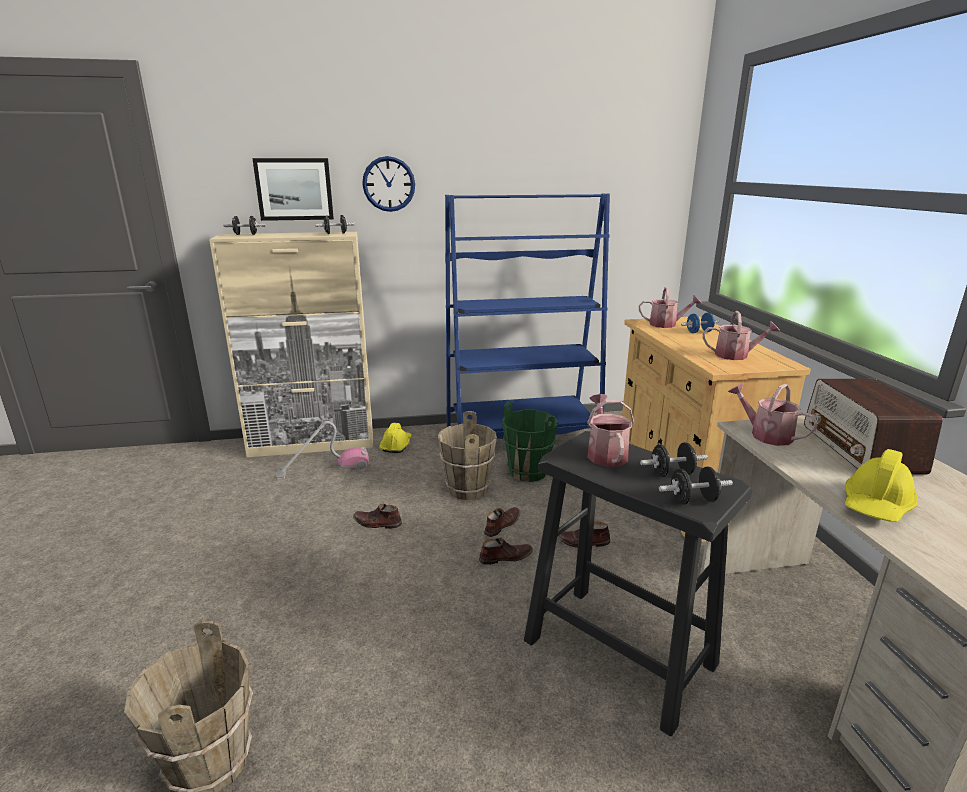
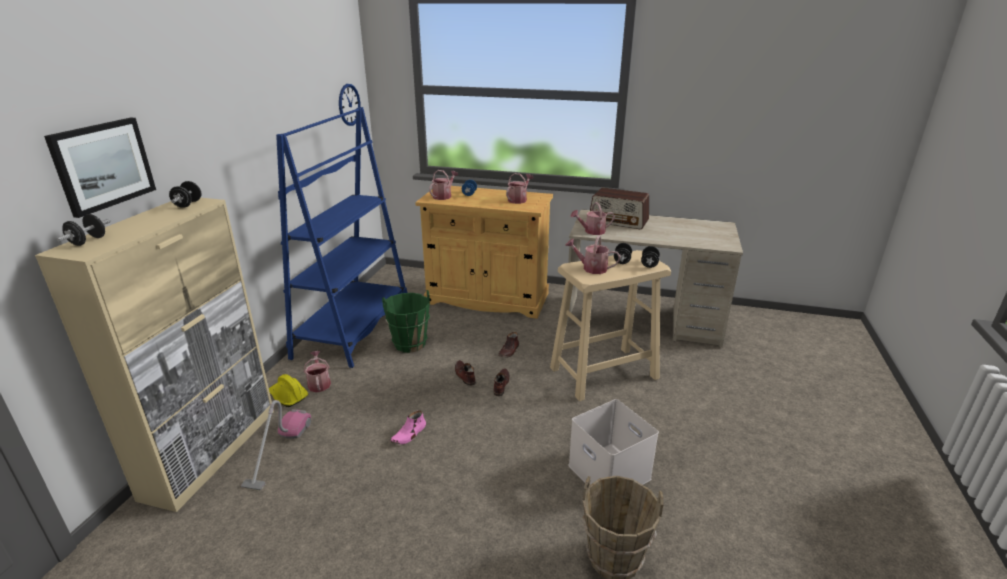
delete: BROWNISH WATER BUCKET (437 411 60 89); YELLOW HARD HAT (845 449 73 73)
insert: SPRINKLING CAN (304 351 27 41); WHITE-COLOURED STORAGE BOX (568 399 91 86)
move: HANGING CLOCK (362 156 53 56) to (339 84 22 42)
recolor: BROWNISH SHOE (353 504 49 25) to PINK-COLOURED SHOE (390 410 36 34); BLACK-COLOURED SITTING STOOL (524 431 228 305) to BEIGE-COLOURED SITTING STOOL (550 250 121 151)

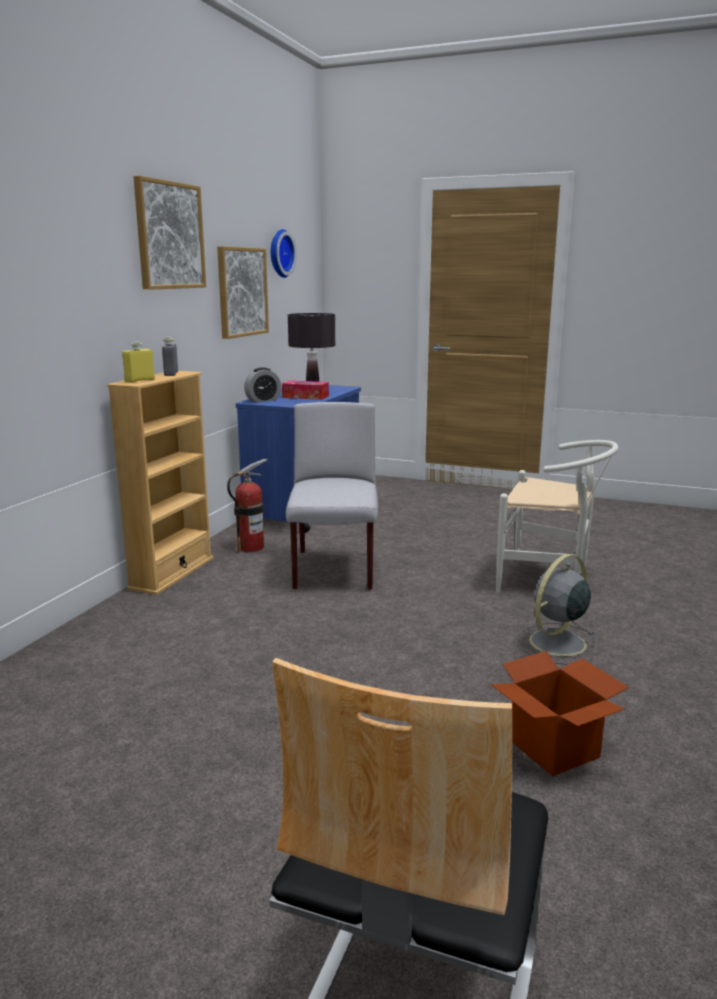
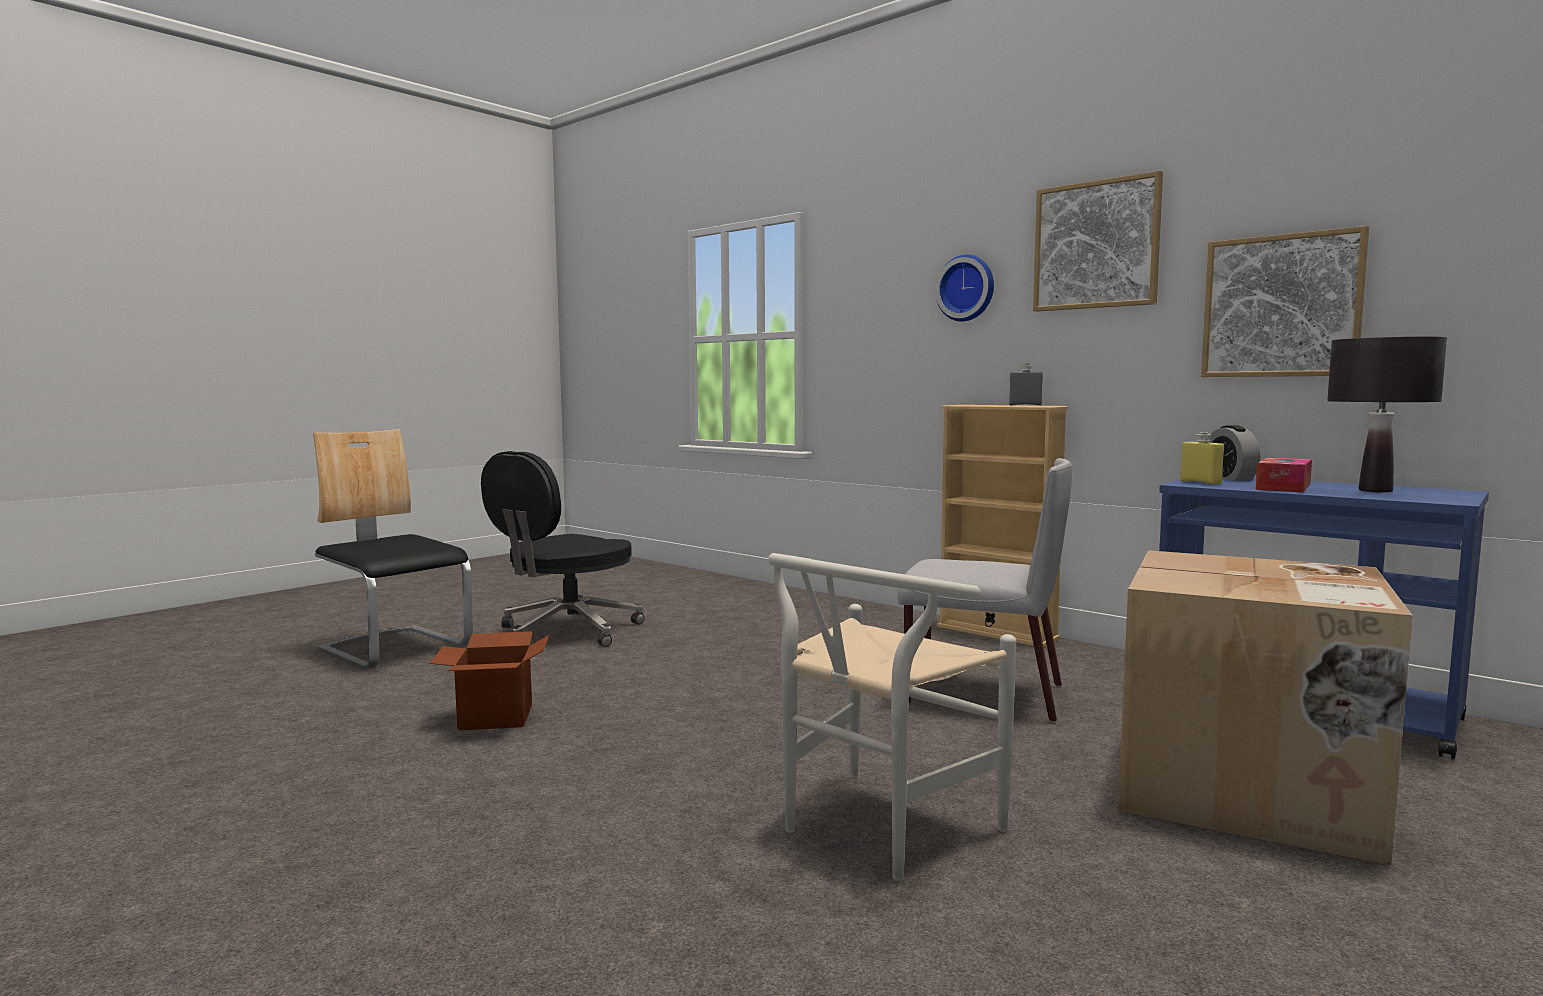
delete: FIRE-FIGHTING CYLINDER (227 459 41 94); GREYISH COOLING FAN (515 554 82 111)
insert: BLACK-COLOURED DESK CHAIR (481 451 163 196); CARDBOARD BOX (1118 550 295 316)
move: YELLOW BOTTLE (122 342 33 41) to (1180 432 44 53); HANGING CLOCK (271 229 26 49) to (935 255 59 67)

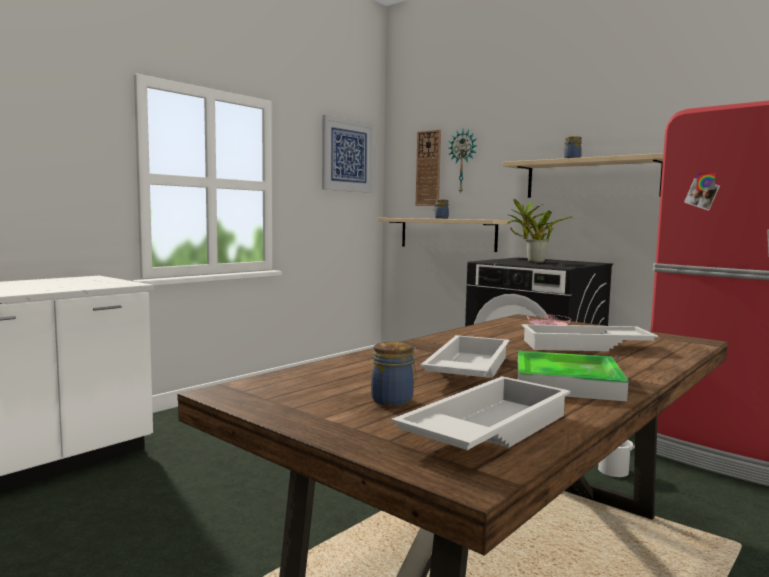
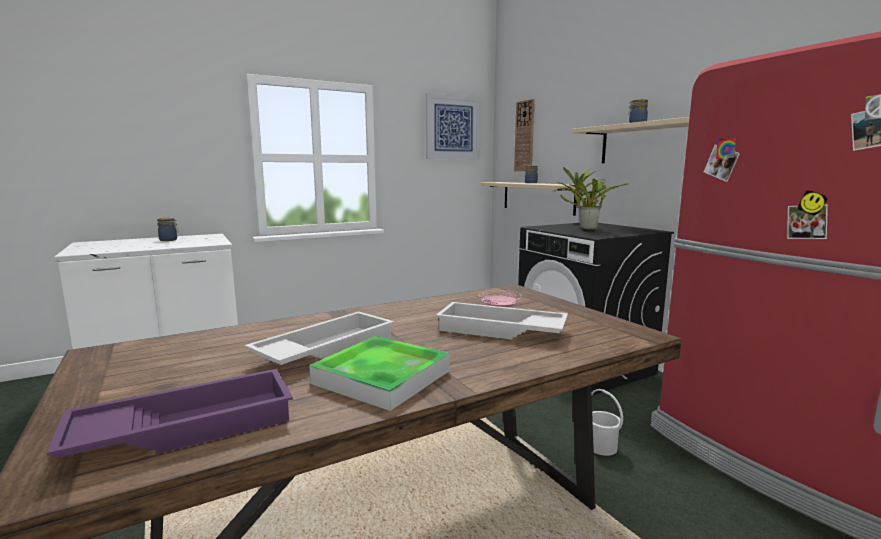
delete: HANGING CLOCK (448 129 29 65)
move: PRESERVE JAR (371 342 46 64) to (157 217 22 24)
recolor: WHITE-COLOURED SERVING TRAY (391 376 180 74) to PURPLE-COLOURED SERVING TRAY (47 369 246 89)

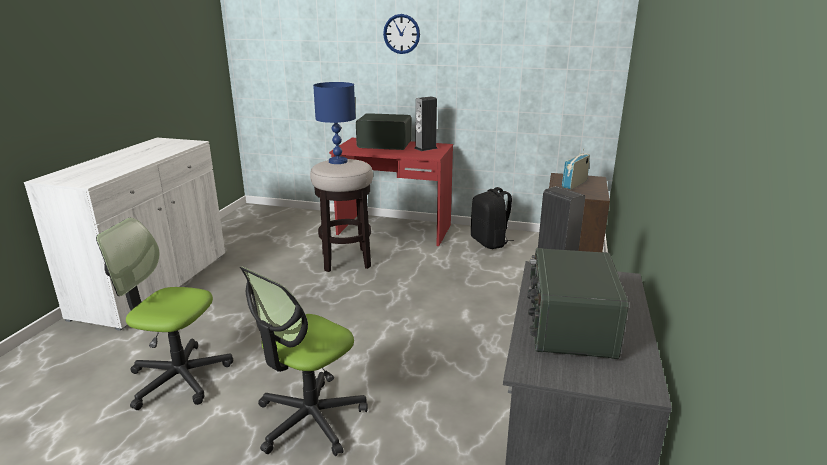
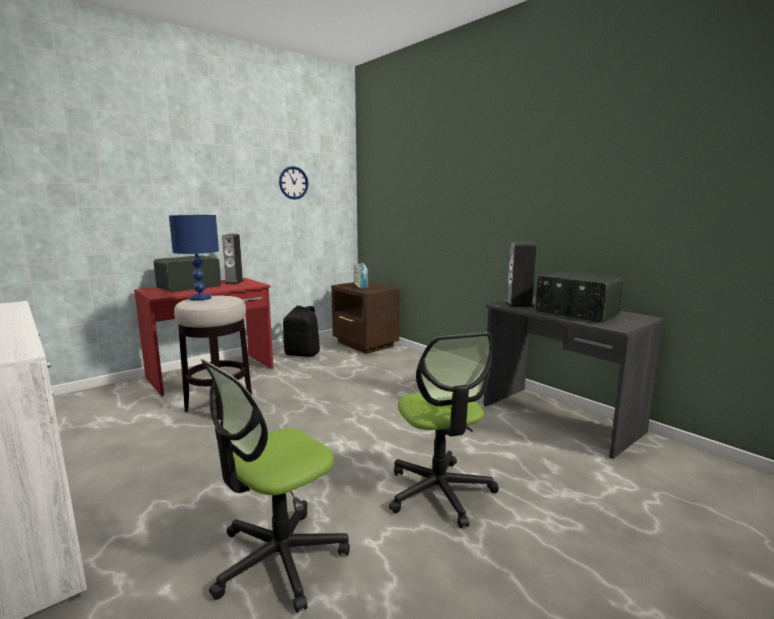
move: HANGING CLOCK (383 14 37 40) to (279 166 29 34)

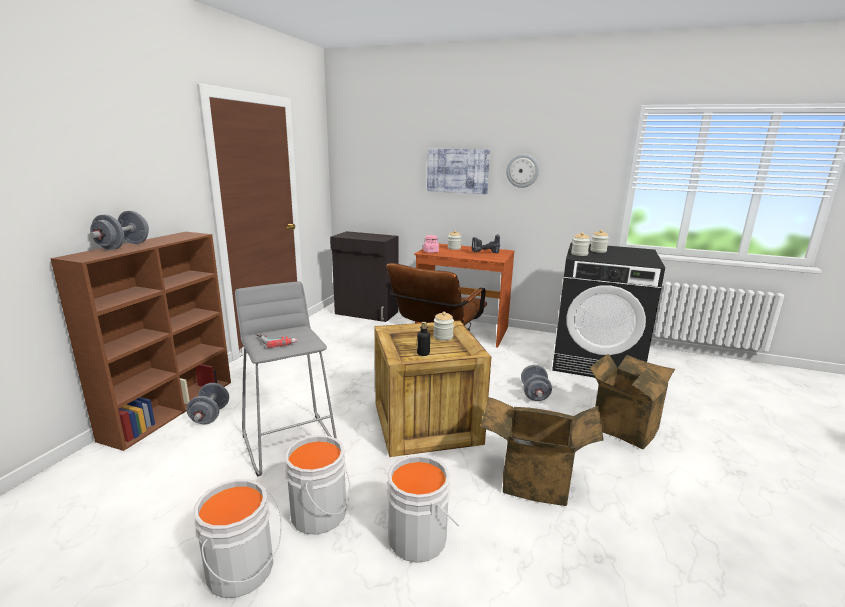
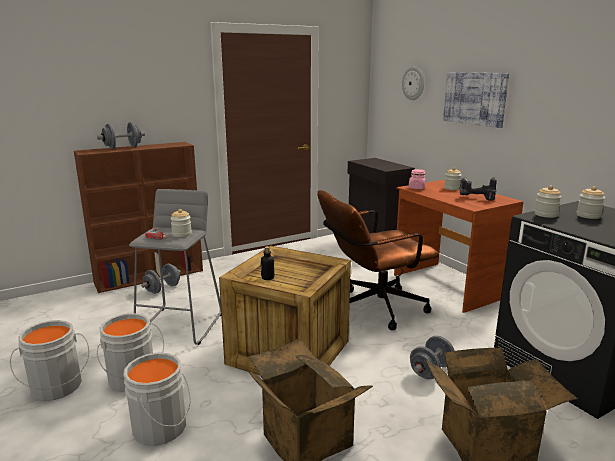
move: PRESERVE JAR (433 311 21 30) to (170 209 22 28); HANGING CLOCK (506 154 33 34) to (402 67 22 33)

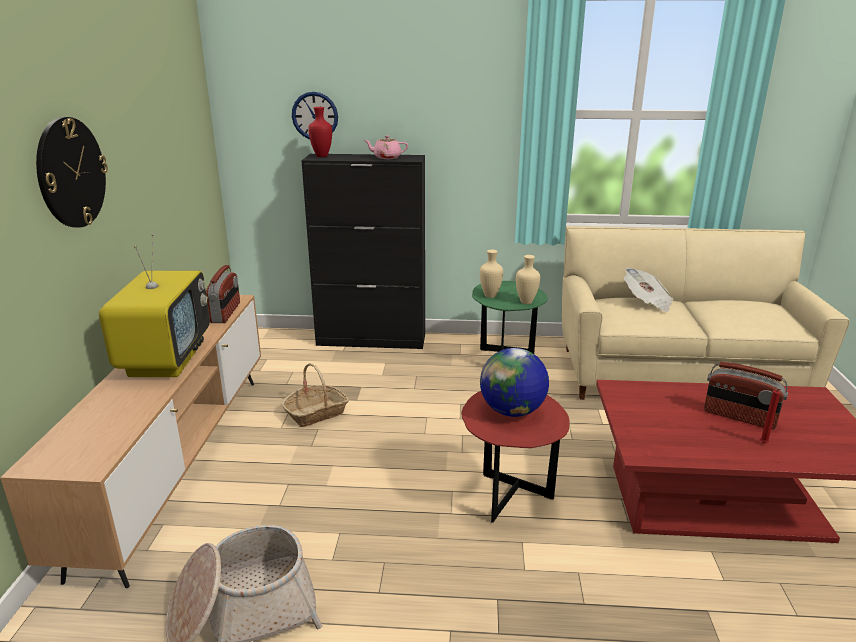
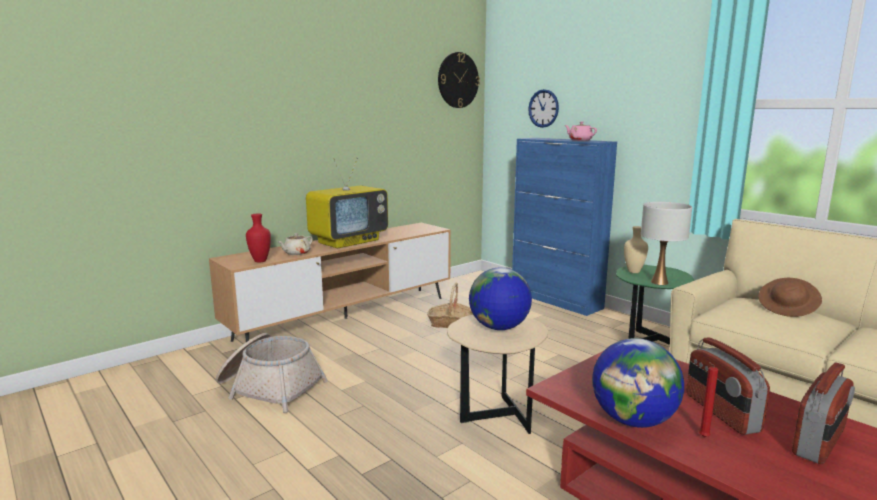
insert: BEIGE-COLOURED TEAPOT (277 233 36 22); GLOBE (592 338 92 90)
move: HANGING CLOCK (36 117 72 110) to (438 52 42 56); RADIO (206 265 34 58) to (792 363 63 101); REDDISH FLOWER VASE (308 107 24 50) to (246 213 25 49)
replace: BEIGE-COLOURED FLOWER VASE (516 255 24 49) to WHITE-COLOURED TABLETOP LAMP (641 202 51 83); DAILY PAPER (624 267 49 45) to BROWNISH WEARABLE HAT (758 278 64 39)
recolor: BLACK-COLOURED CUPBOARD (301 154 124 195) to BLUE-COLOURED CUPBOARD (512 138 105 178); REDDISH SIDE TABLE (461 391 109 132) to BEIGE-COLOURED SIDE TABLE (447 315 101 119)

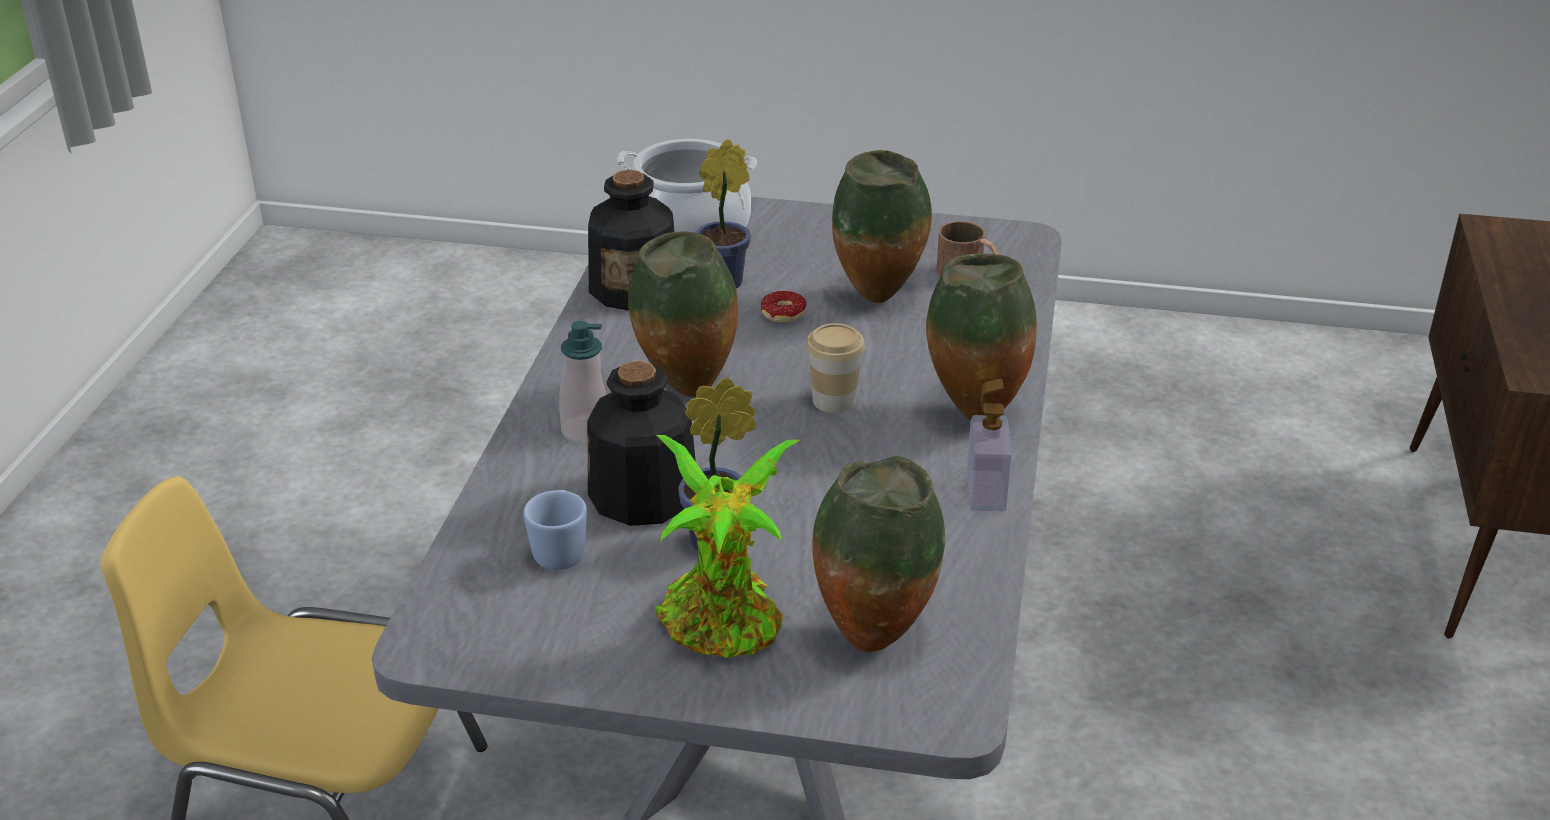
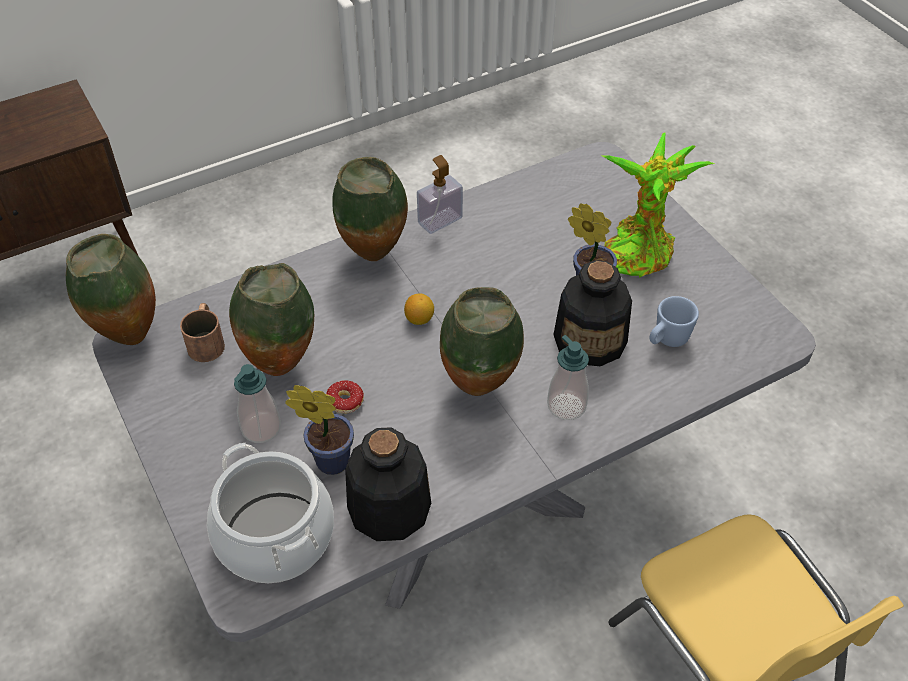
insert: LIQUID SOAP BOTTLE (234 364 47 79)
move: FLOWER VASE (812 456 133 196) to (66 234 90 111)
replace: DRINKING CUP (806 323 59 90) to WHOLE LEMON (404 294 30 31)

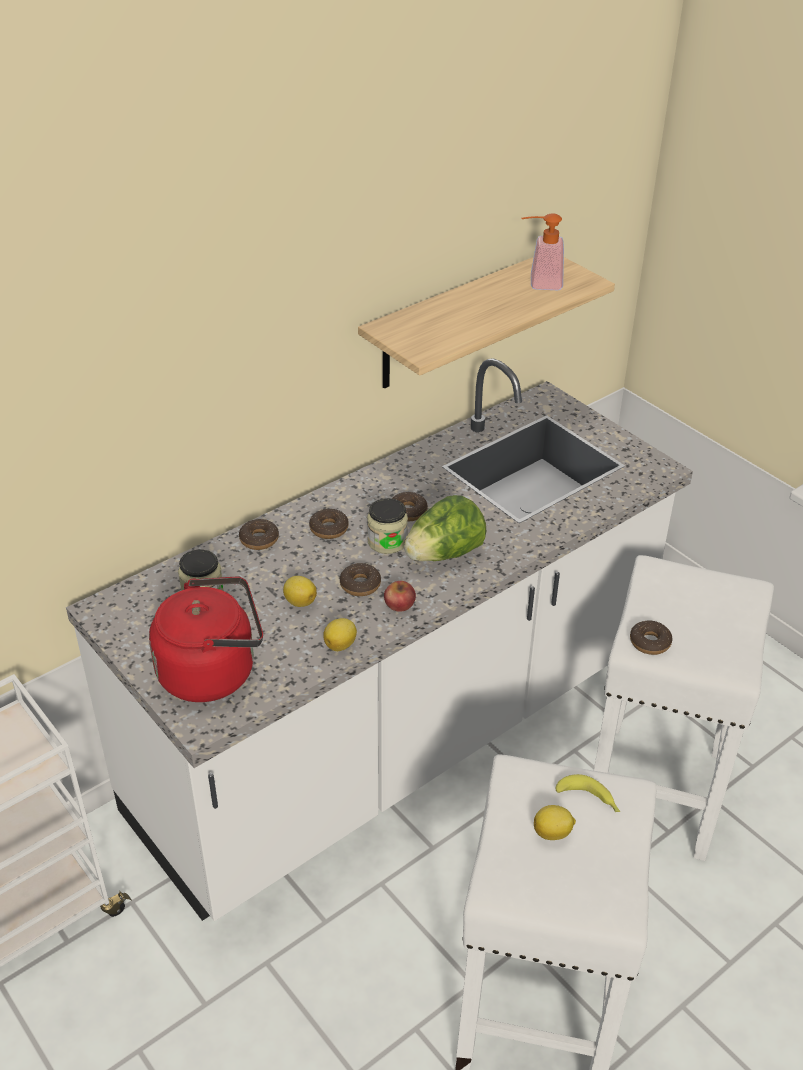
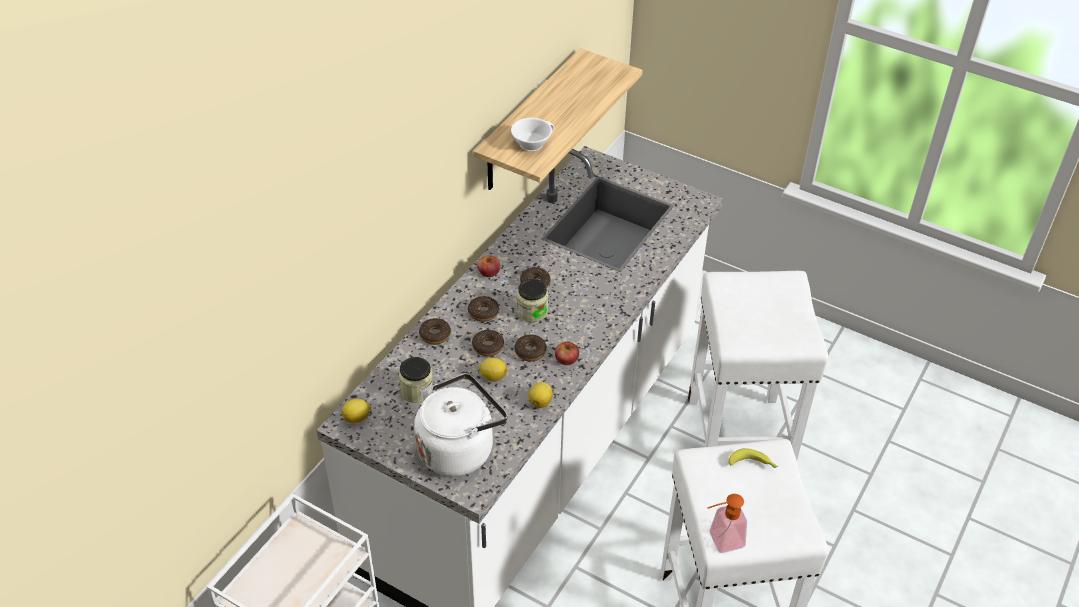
delete: HEAD OF LETTUCE (404 495 82 66)
insert: APPLE (477 255 23 22); WHITE-COLOURED DRINKING CUP (511 118 43 33)
move: LIQUID SOAP BOTTLE (522 213 42 77) to (707 494 40 59); WHOLE LEMON (534 805 42 35) to (342 399 29 24); RING DOUGHNUT (630 621 42 34) to (472 330 32 26)
recolor: REDDISH WATER KETTLE (149 577 114 125) to WHITE-COLOURED WATER KETTLE (414 373 93 103)

